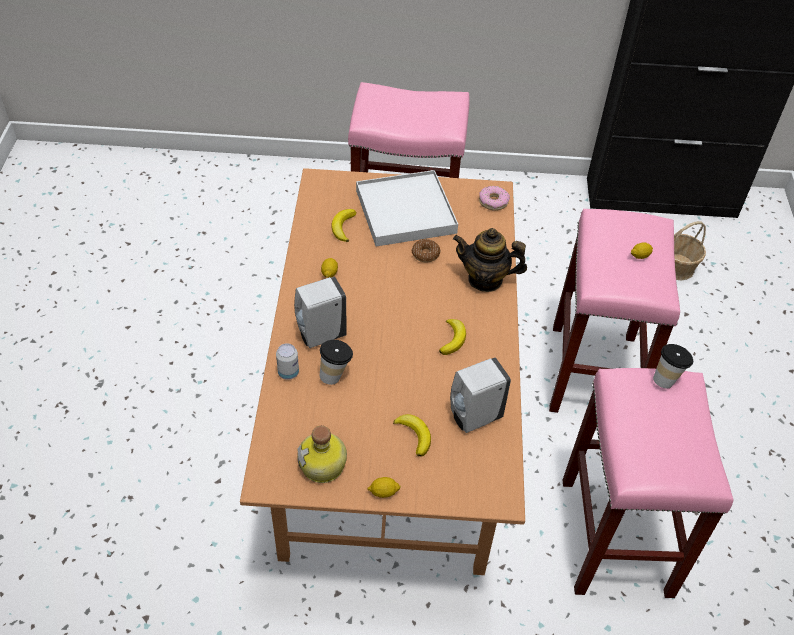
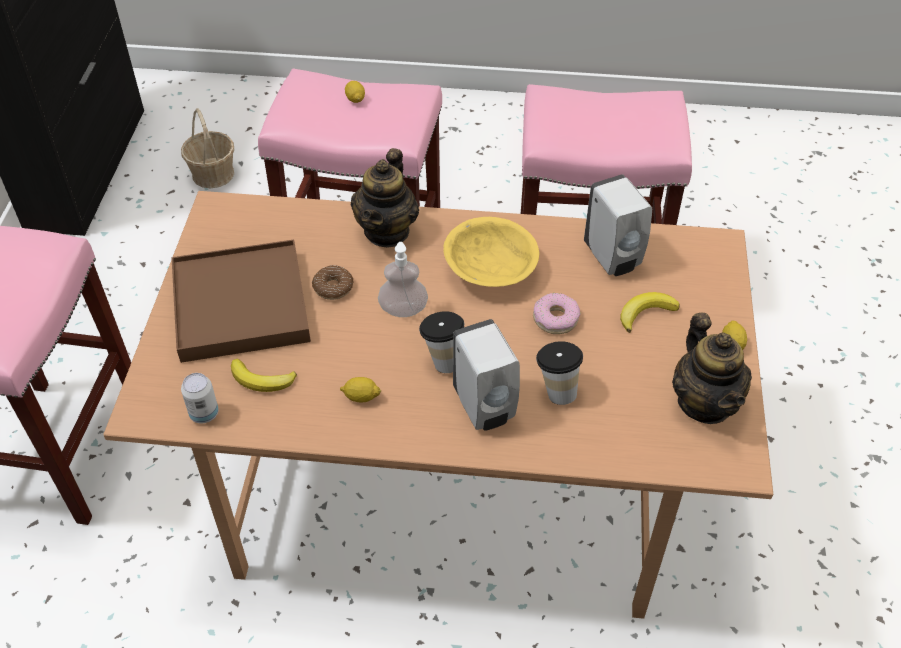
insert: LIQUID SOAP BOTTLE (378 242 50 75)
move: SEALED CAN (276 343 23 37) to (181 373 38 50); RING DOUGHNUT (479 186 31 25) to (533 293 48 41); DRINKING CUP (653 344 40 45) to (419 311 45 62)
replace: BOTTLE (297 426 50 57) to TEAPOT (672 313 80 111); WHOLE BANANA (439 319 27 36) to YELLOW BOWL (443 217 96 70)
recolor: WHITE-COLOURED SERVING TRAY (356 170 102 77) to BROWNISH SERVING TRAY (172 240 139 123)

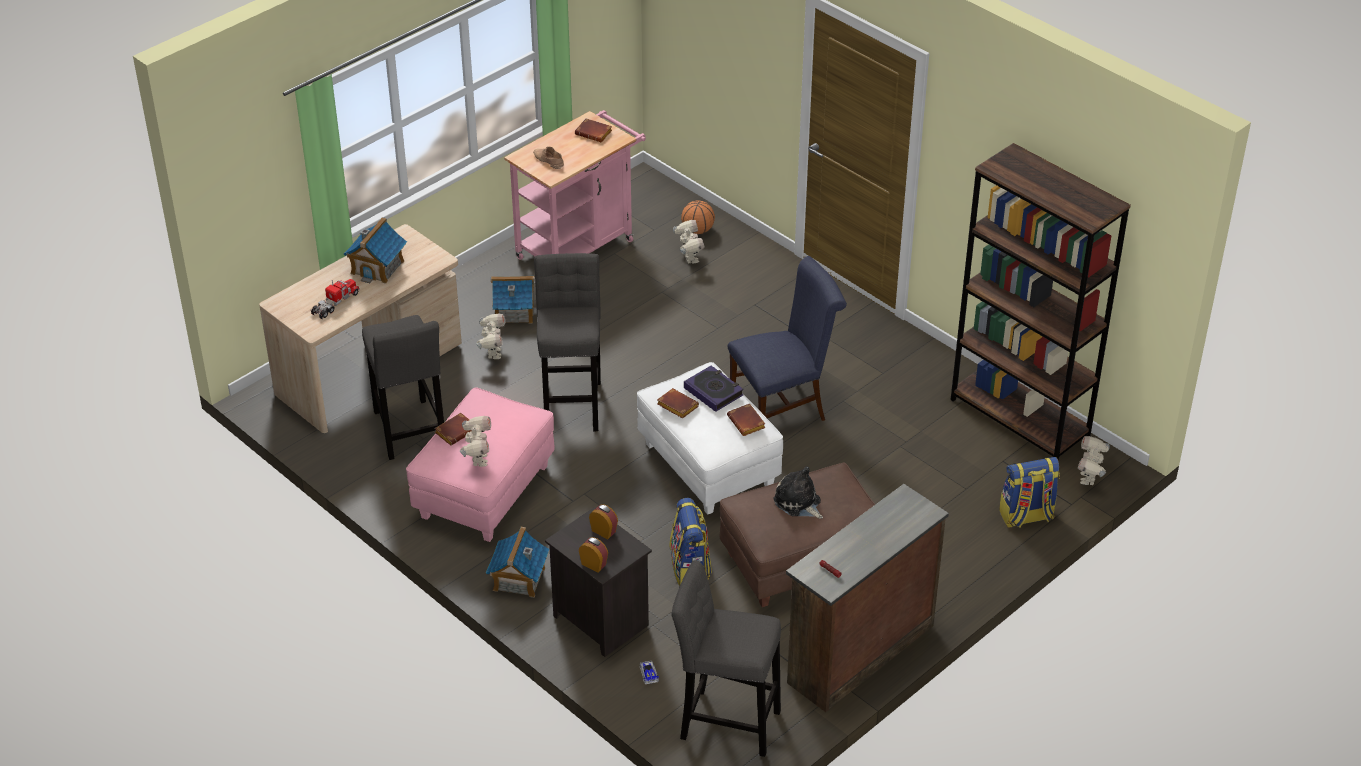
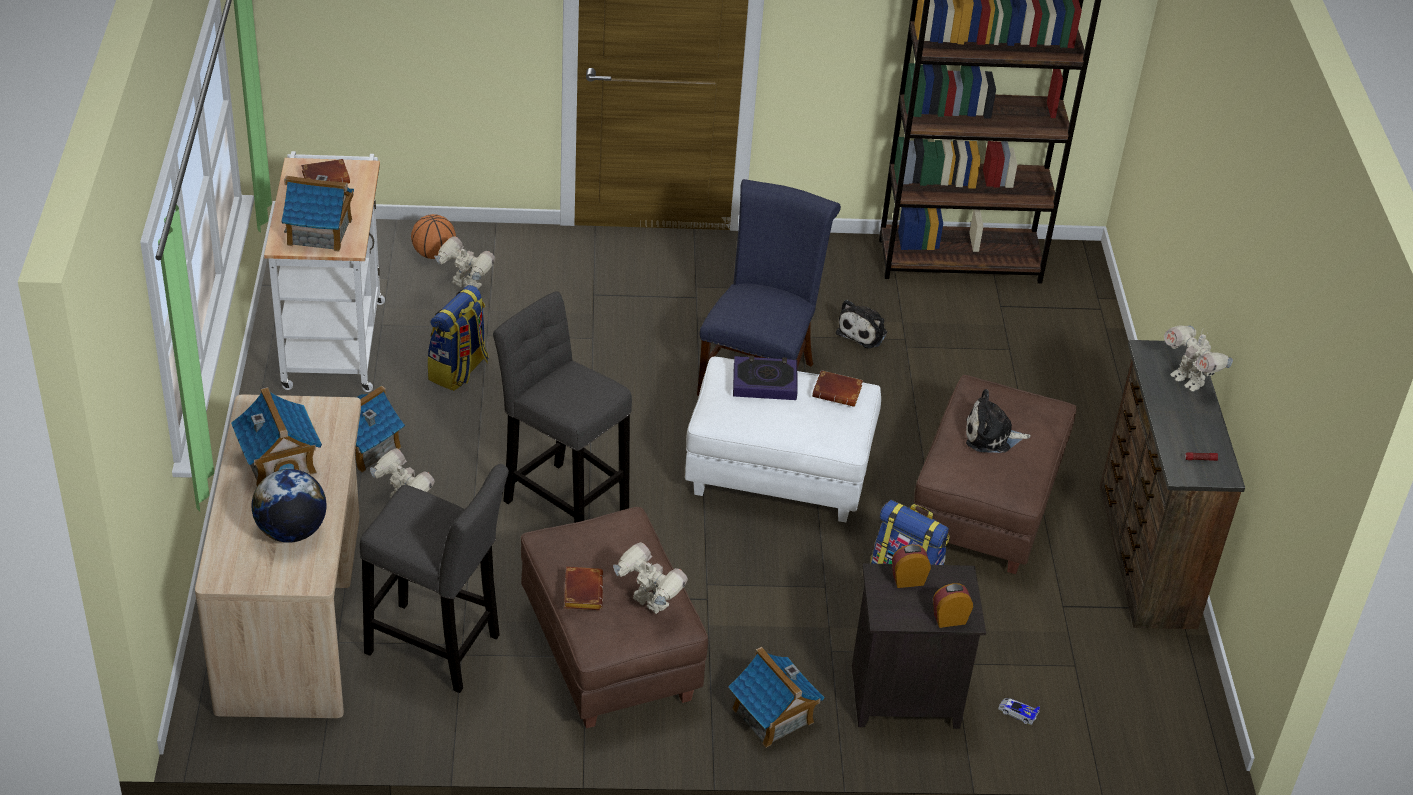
delete: BROWNISH BOOK (657 388 42 30); GREYISH SITTING STOOL (671 560 110 197)
insert: PLUSH TOY (836 300 51 48)
move: RUCKSACK (999 457 61 71) to (427 285 62 106); TOY ROBOT (1078 436 32 49) to (1164 325 69 67)
replace: MODEL TRUCK (311 279 49 41) to GLOBE (252 469 74 74); BEIGE-COLOURED SHOE (533 146 31 23) to MINIATURE HOUSE (281 175 73 77)
recolor: PINK-COLOURED FOOTREST (406 387 149 155) to BROWNISH FOOTREST (521 507 187 221); PINK-COLOURED CART (504 110 142 150) to WHITE-COLOURED CART (264 151 121 241)

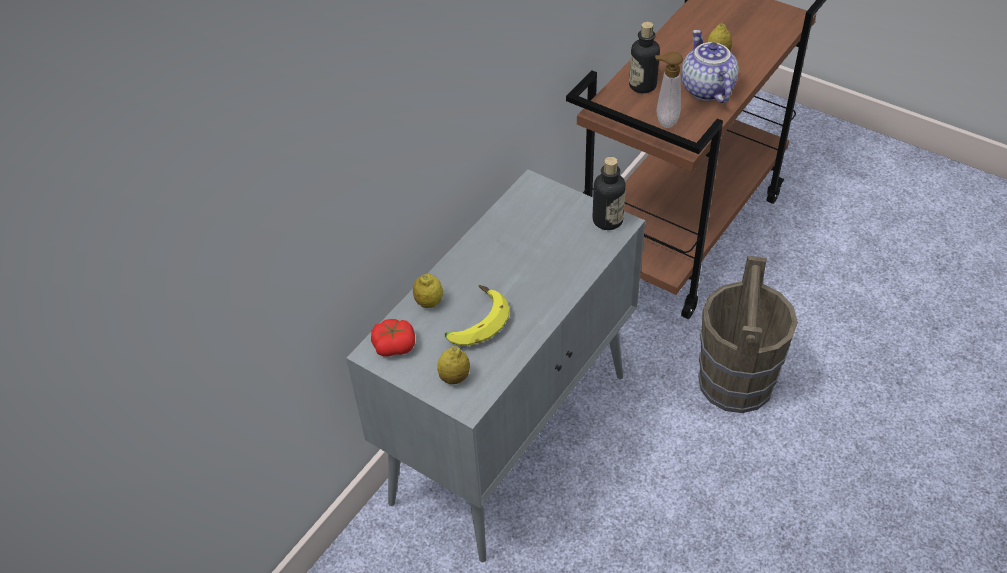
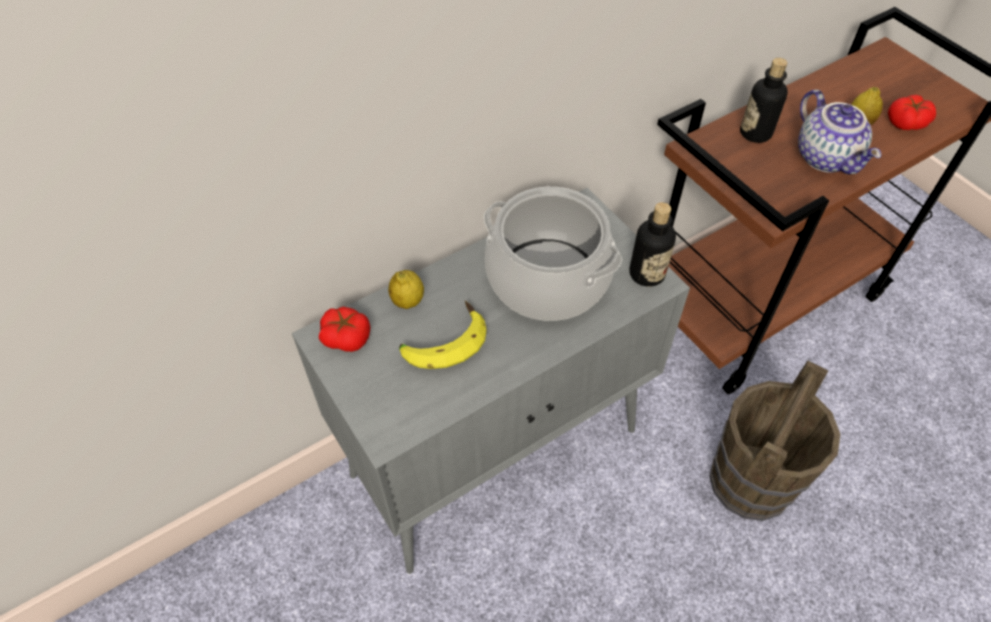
delete: WHOLE LEMON (437 346 33 38); LIQUID SOAP BOTTLE (655 52 28 76)
insert: SAUCEPOT (484 187 138 134); FRESH TOMATO (888 95 48 35)
rotate: TEAPOT (681 29 58 74) = (798 89 83 85) 150 degrees clockwise

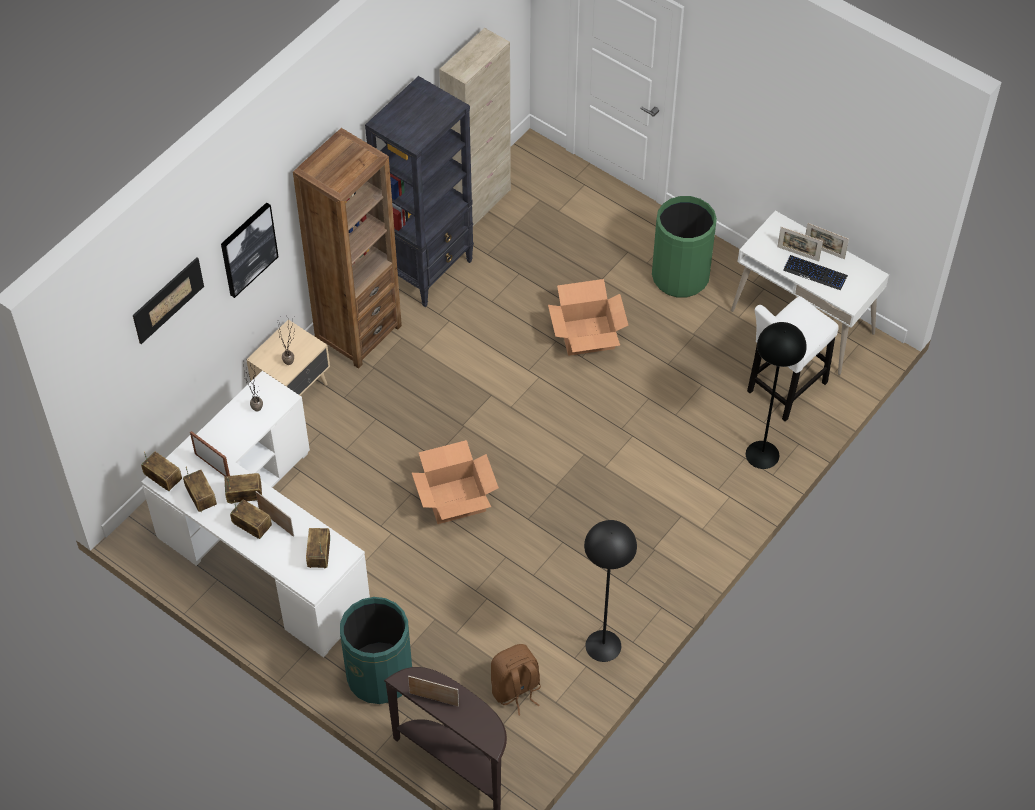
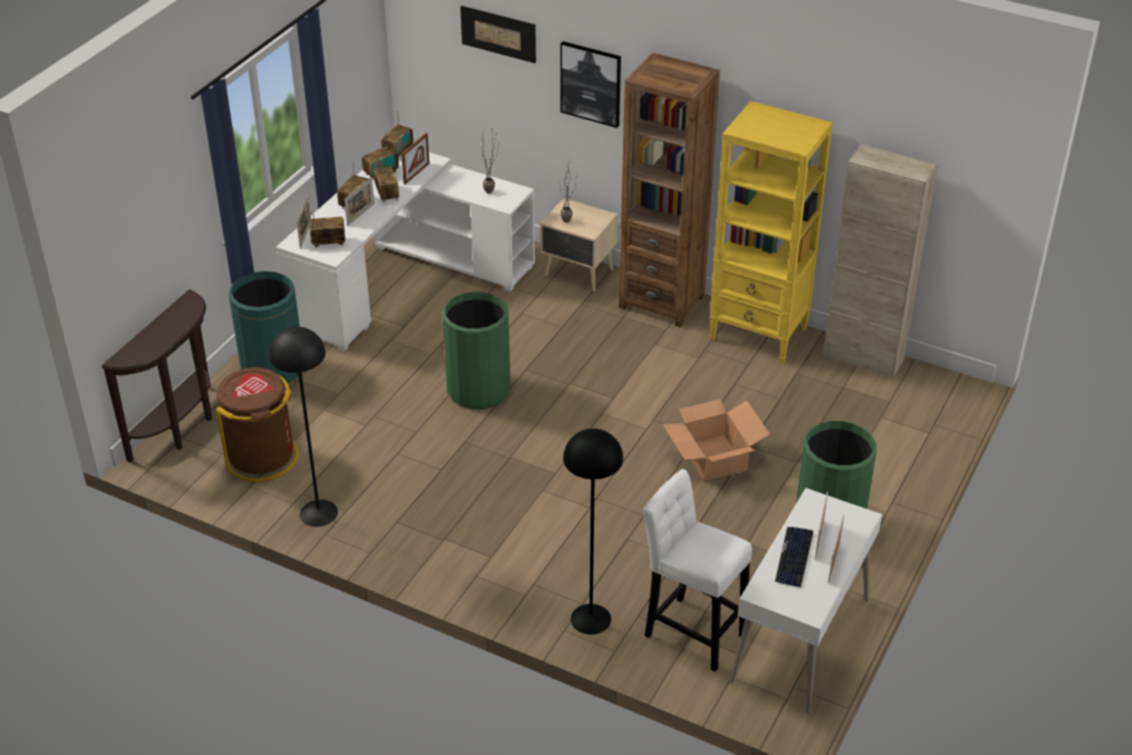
move: PHOTO FRAME (408 675 51 32) to (296 195 15 53)
replace: CARDBOARD BOX (412 440 87 84) to GREEN-COLOURED RUBBISH BIN (442 292 69 117); BROWNISH RUCKSACK (491 644 50 72) to BROWNISH RUBBISH BIN (216 367 83 115)
recolor: BLACK-COLOURED BOOKSHELF (365 76 109 231) to YELLOW BOOKSHELF (709 101 124 262)

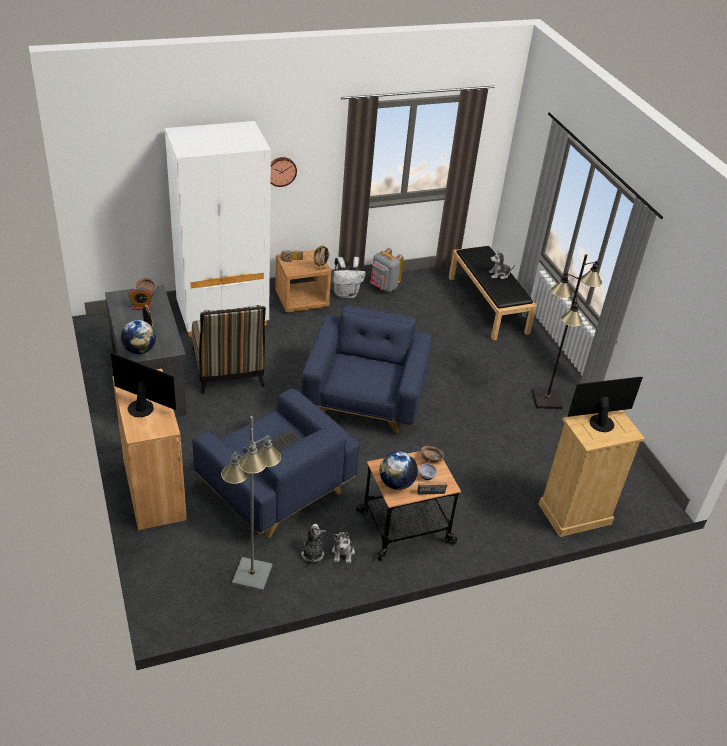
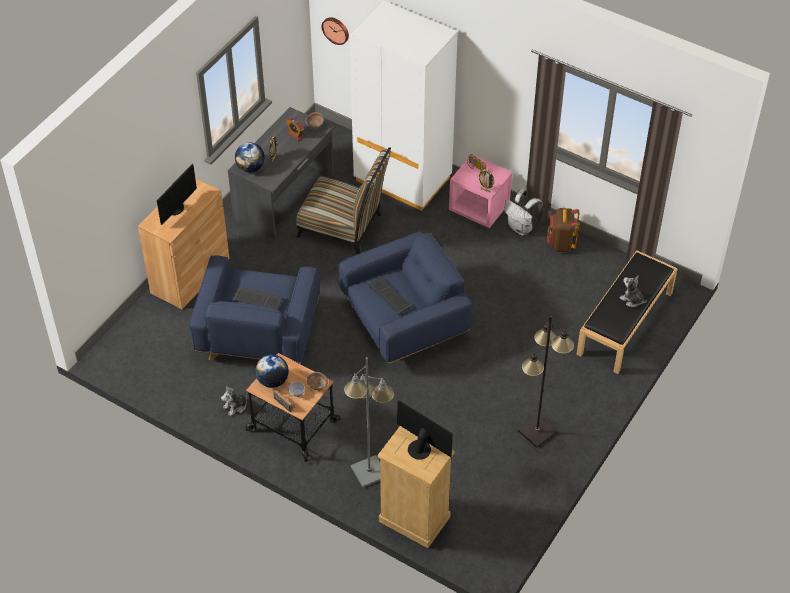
delete: PLUSH TOY (301 524 25 38)
insert: KEYBOARD (368 277 45 39)
move: GREYISH STANDING LAMP (221 416 60 175) to (344 357 50 131); HANGING CLOCK (271 157 26 30) to (322 17 27 28)
recolor: BROWNISH NIGHT TABLE (275 250 57 63) to PINK-COLOURED NIGHT TABLE (449 156 63 72); GREYISH RUCKSACK (370 248 34 44) to BROWNISH RUCKSACK (547 208 33 44)
rotate: COMPUTER DISPLAY (111 353 65 64) = (157 163 40 62) 45 degrees clockwise; CHAIR (192 305 74 89) = (296 147 95 107) 105 degrees counterclockwise

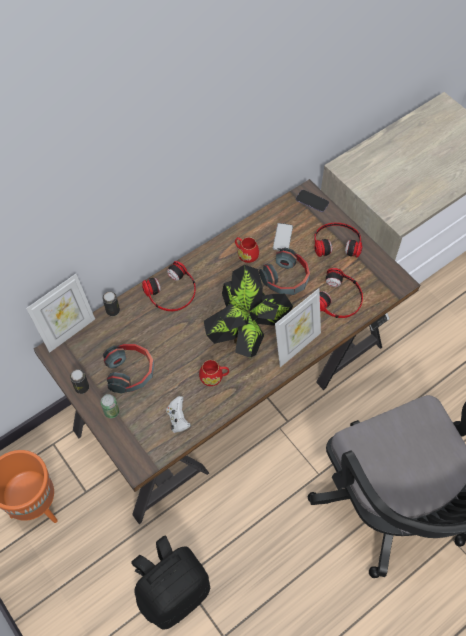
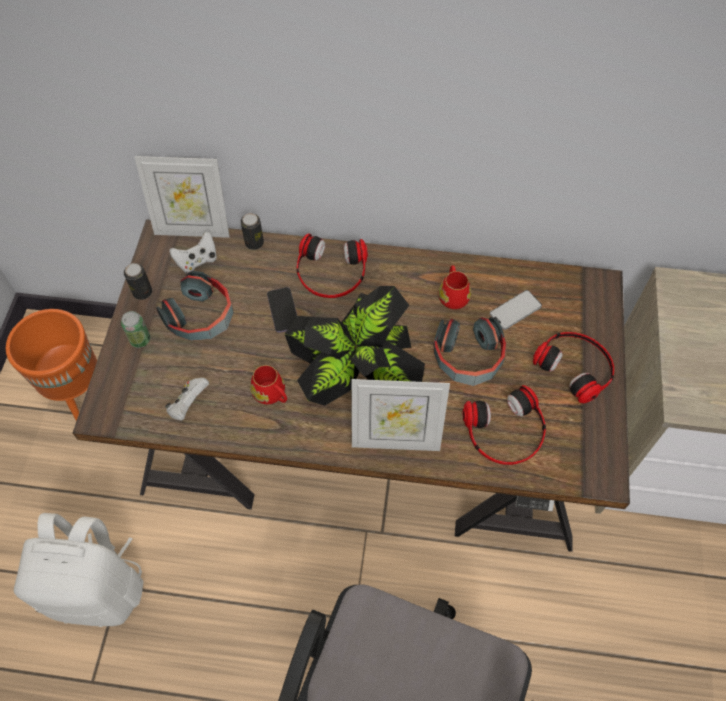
insert: WHITE-COLOURED GAME CONTROLLER (169 231 48 43)
move: PHONE (296 190 33 22) to (267 287 30 46)
recolor: BLACK-COLOURED RUCKSACK (131 536 79 94) to WHITE-COLOURED RUCKSACK (14 513 130 114)

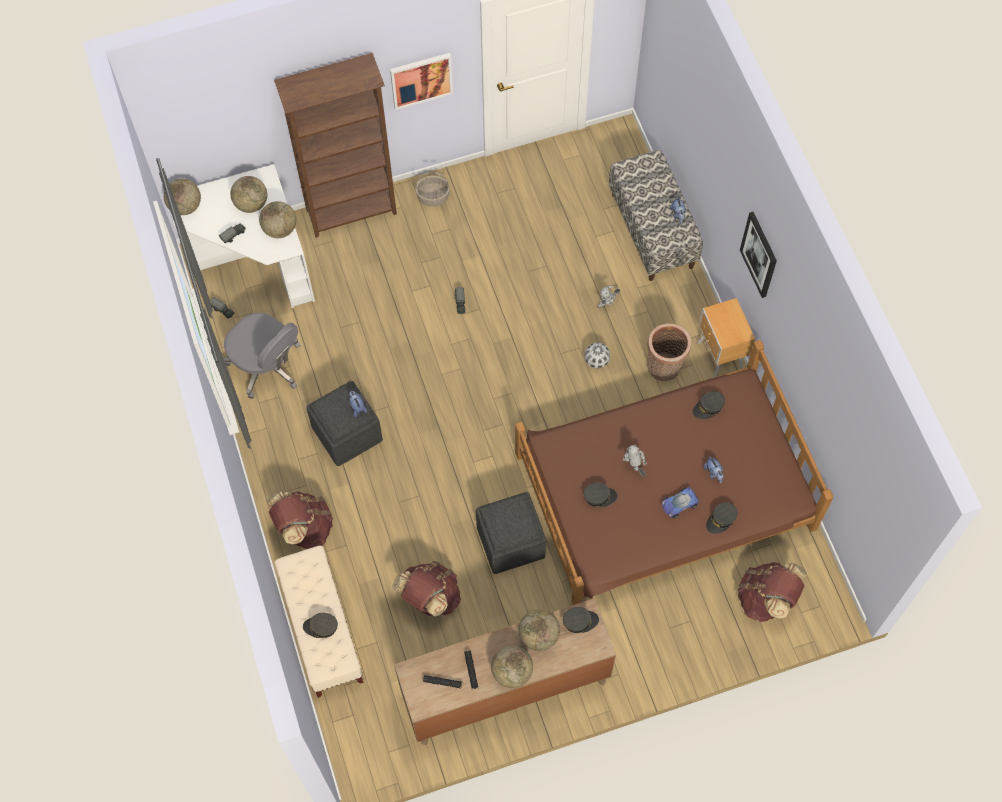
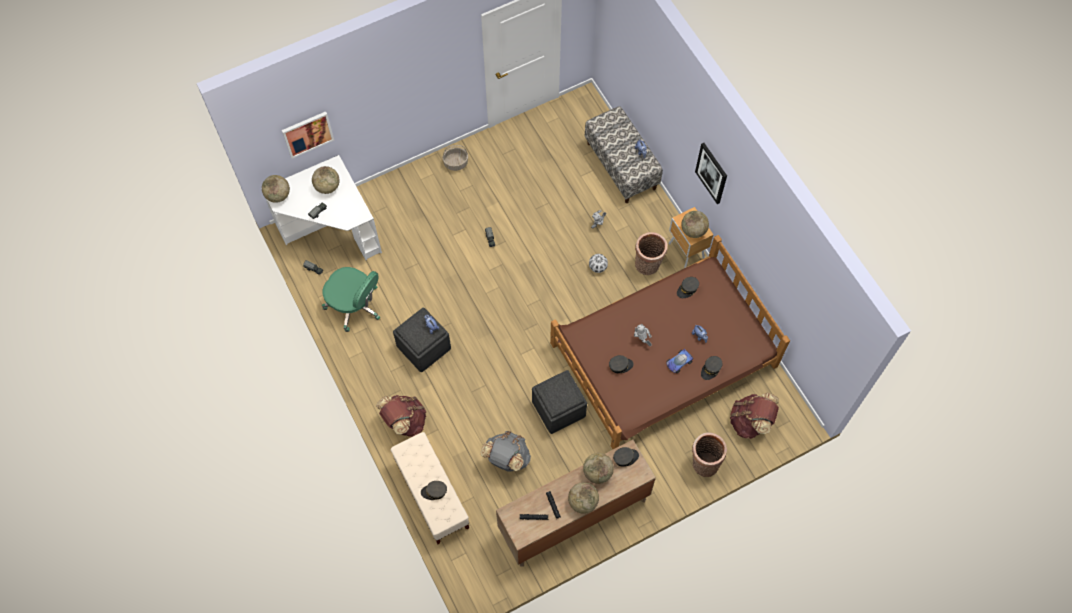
delete: BROWNISH BOOKSHELF (274 53 123 185)
insert: STORAGE BASKET (692 432 35 45)
move: GLOBE (259 201 37 37) to (681 211 28 27); PICTURE (390 53 63 57) to (282 111 52 48)
recolor: GREYISH DESK CHAIR (224 313 77 86) to GREEN-COLOURED DESK CHAIR (322 267 58 65); BROWNISH RUCKSACK (392 561 69 56) to GREYISH RUCKSACK (481 431 50 41)

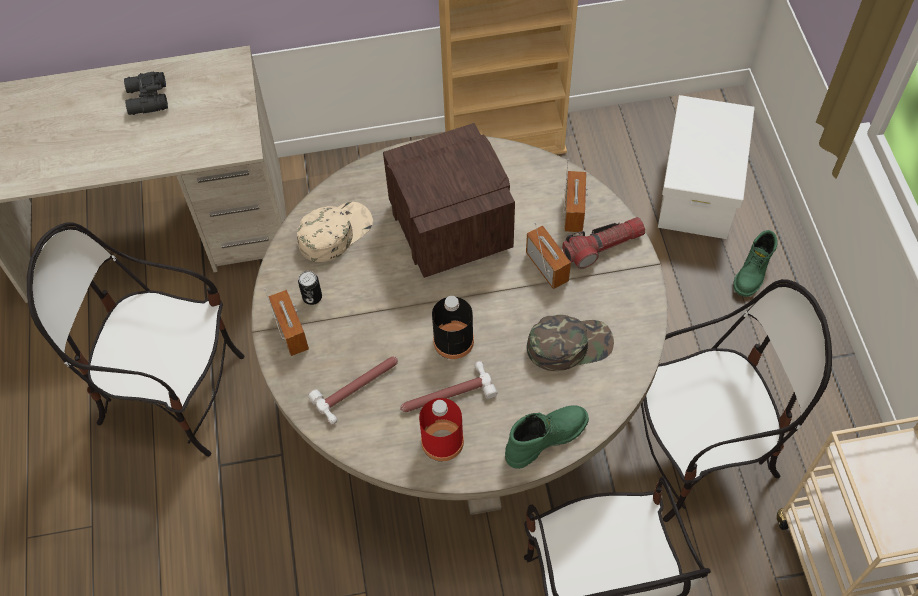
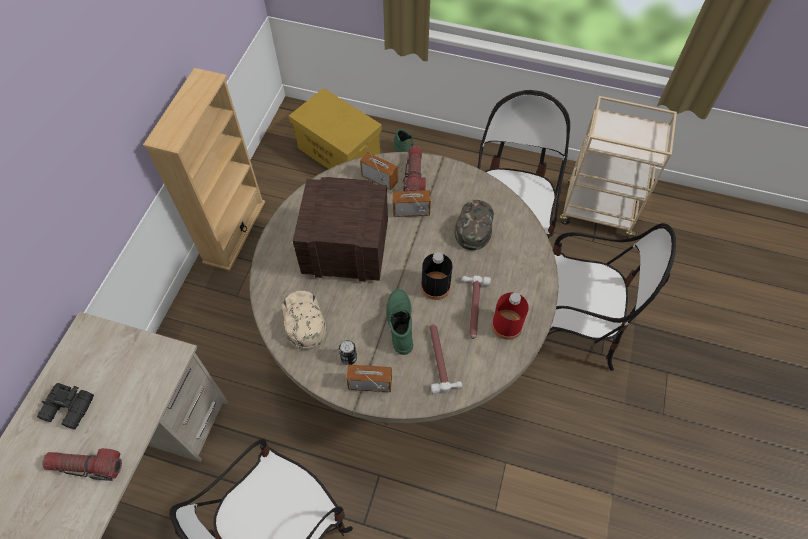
insert: FLASHLIGHT (42 448 80 33)
move: GREEN-COLOURED TALL BOOT (505 405 84 64) to (386 289 27 66)
recolor: WHITE-COLOURED STORAGE BOX (658 95 97 144) to YELLOW STORAGE BOX (289 88 93 81)

